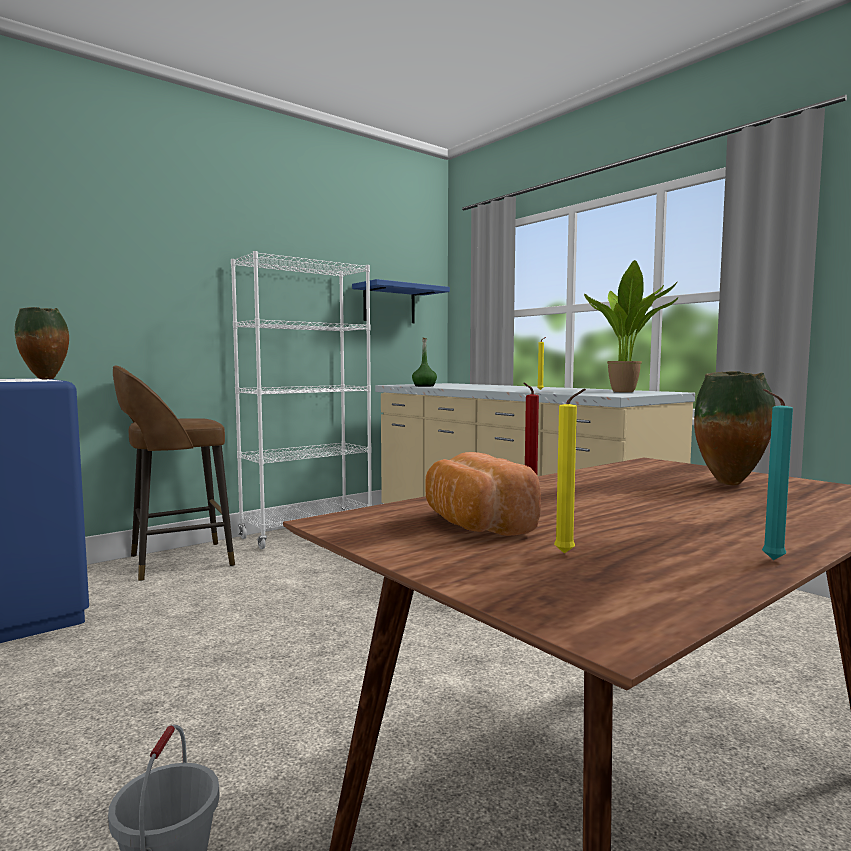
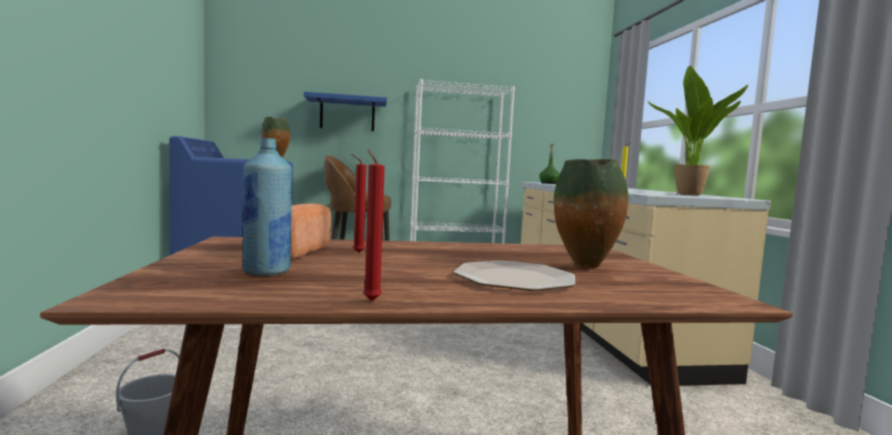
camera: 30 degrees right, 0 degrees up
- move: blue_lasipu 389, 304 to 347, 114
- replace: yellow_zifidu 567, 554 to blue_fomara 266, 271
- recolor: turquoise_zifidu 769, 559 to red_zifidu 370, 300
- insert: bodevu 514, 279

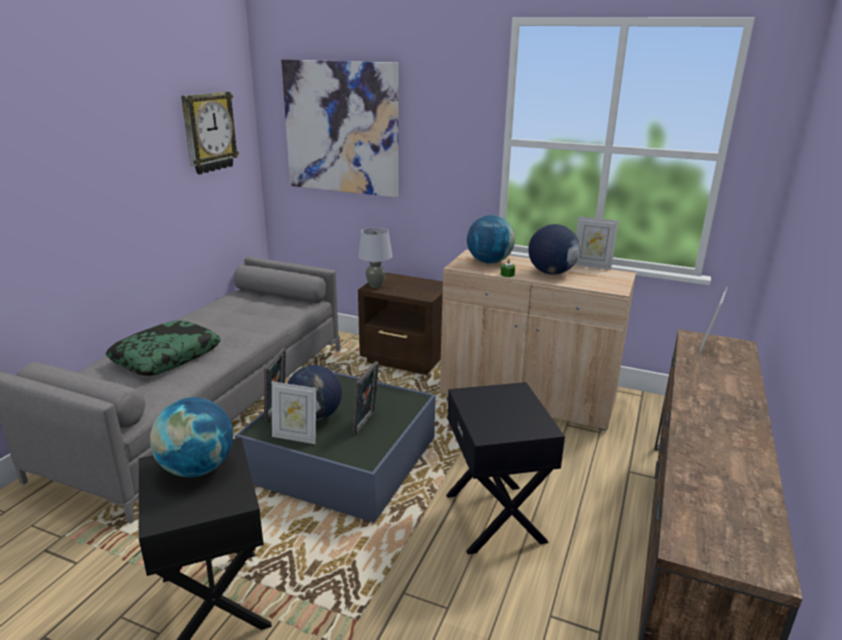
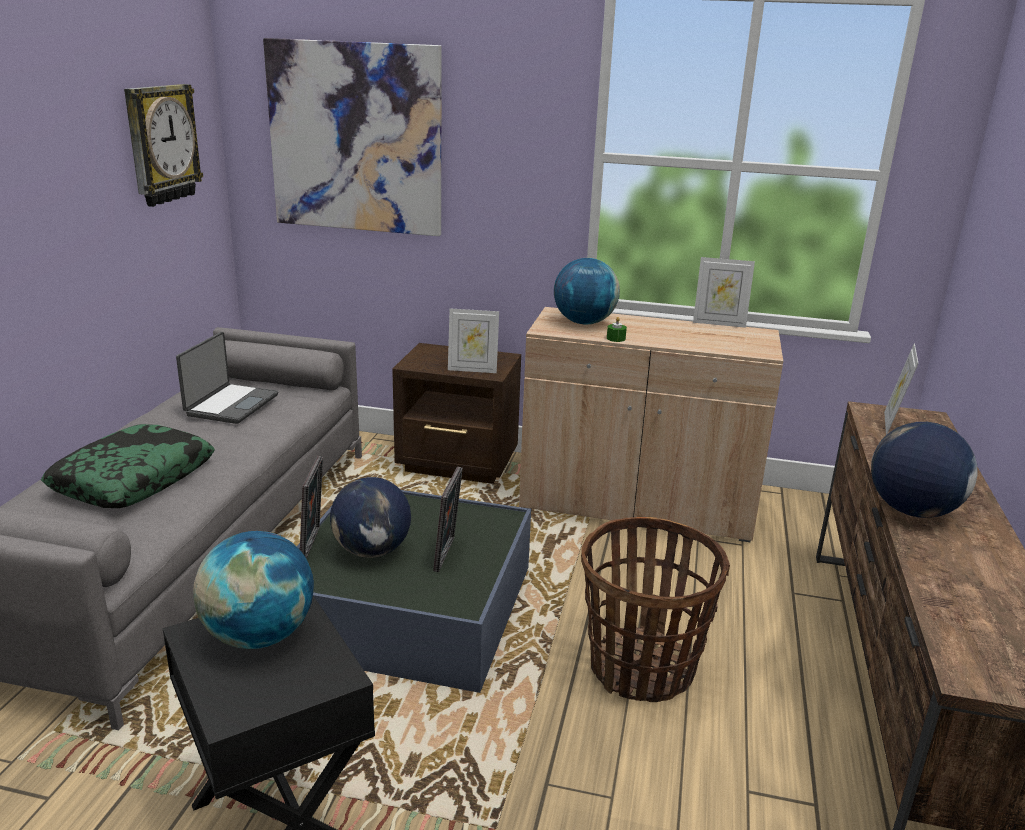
camera: 10 degrees left, 0 degrees up
- move: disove 295, 437 to 472, 369
- delete: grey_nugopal 375, 285
- replace: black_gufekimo 496, 517 to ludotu 641, 669
- move: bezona 551, 273 to 912, 511
- insert: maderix 231, 405

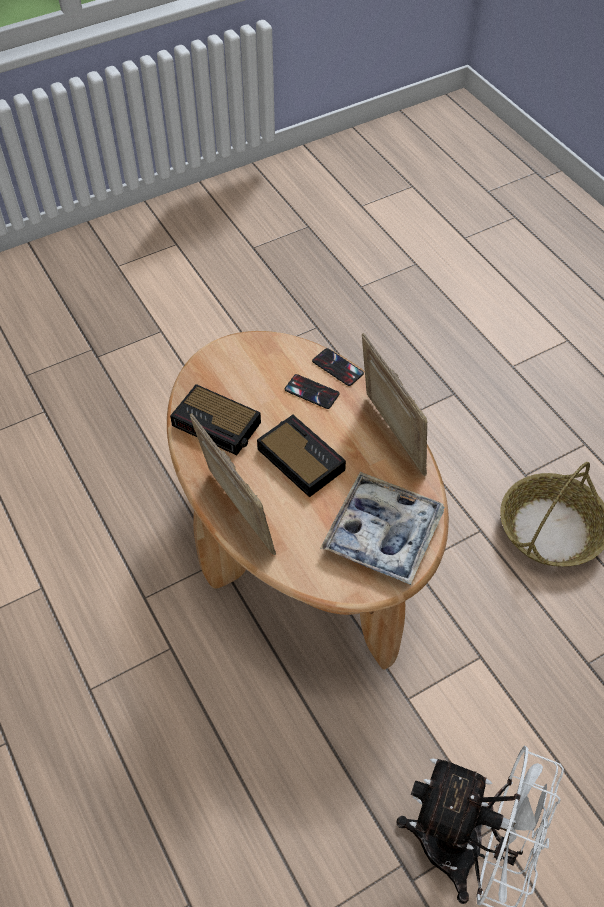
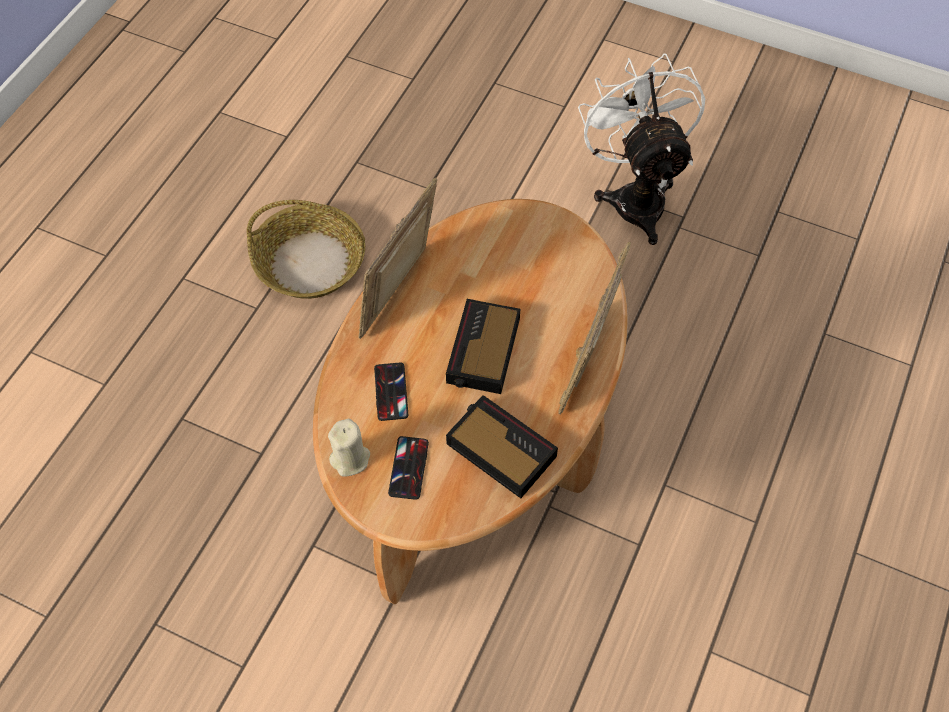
camera: 125 degrees left, 5 degrees up
- rotate: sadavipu 218, 425 = 499, 449 45 degrees counterclockwise
- move: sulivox 337, 367 to 409, 468
- delete: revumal 382, 534
- insert: beige_zifidu 350, 458

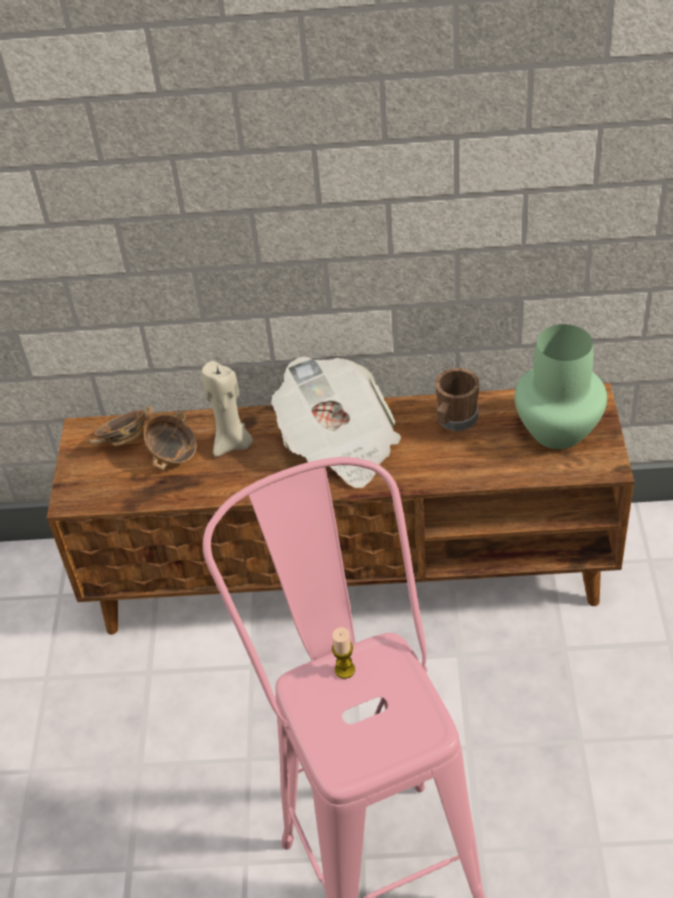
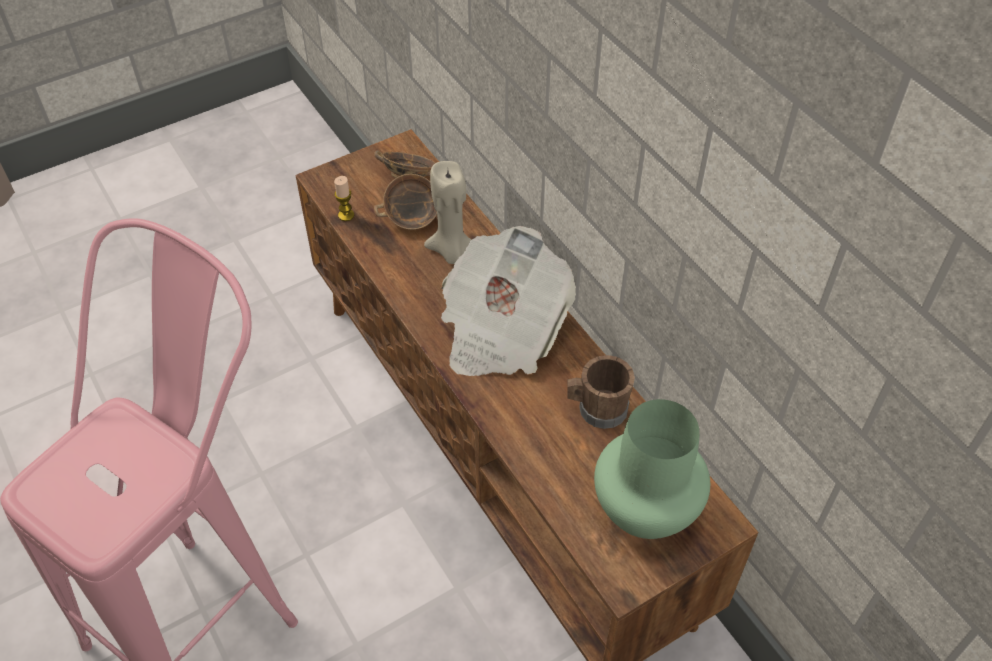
camera: 55 degrees right, 5 degrees up
- move: zifidu 345, 670 to 346, 215

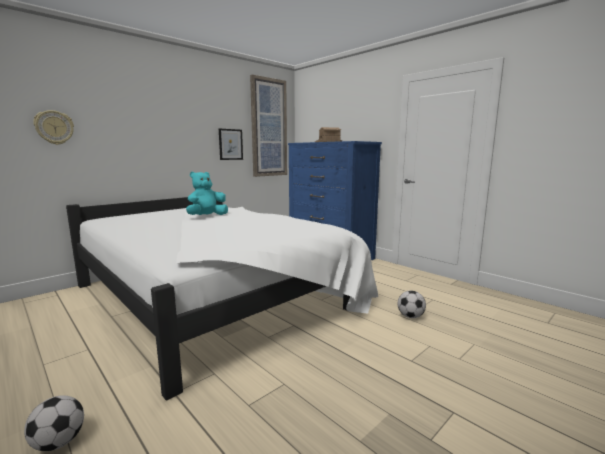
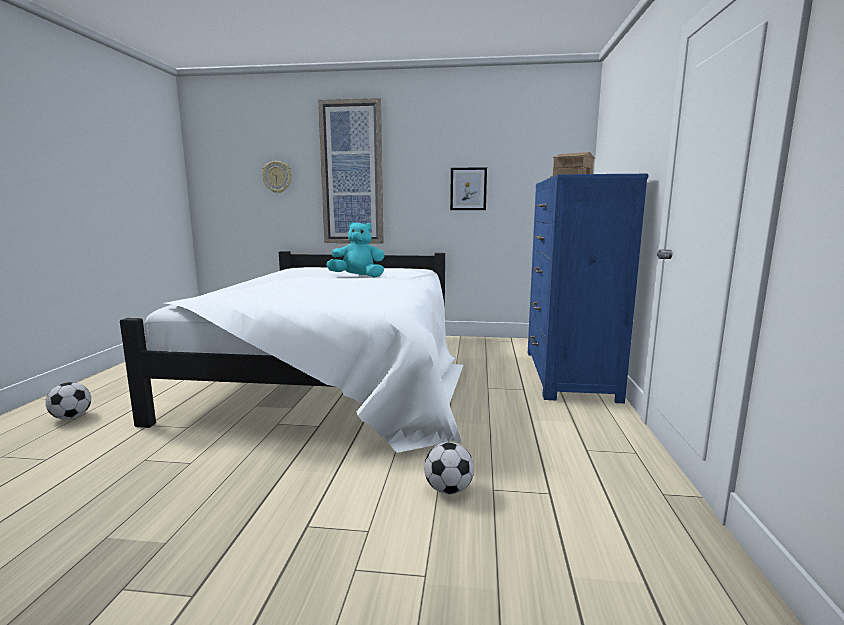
camera: 50 degrees right, 0 degrees up
- move: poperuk 268, 128 to 352, 173

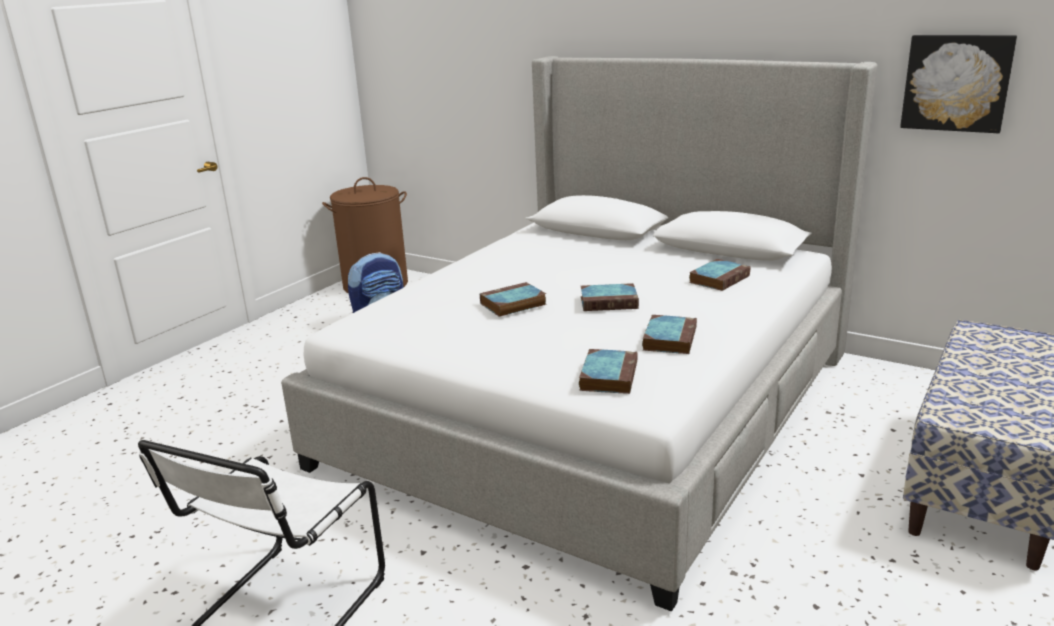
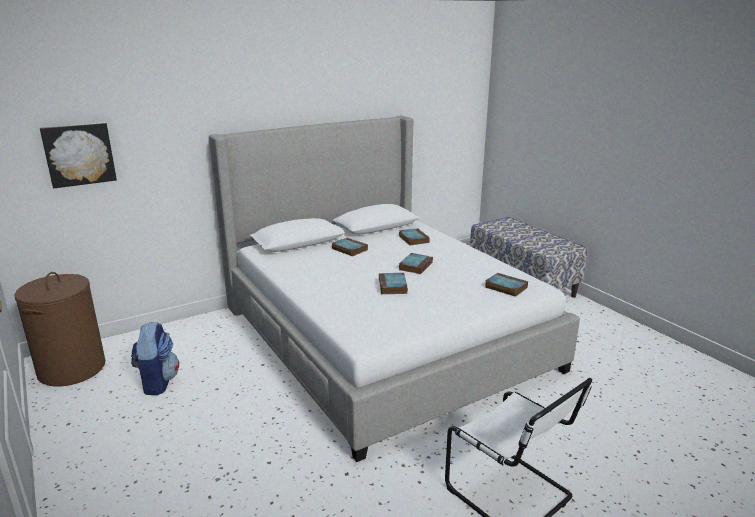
camera: 65 degrees left, 0 degrees up
- move: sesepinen 669, 339 to 348, 249
- move: poperuk 956, 83 to 79, 154

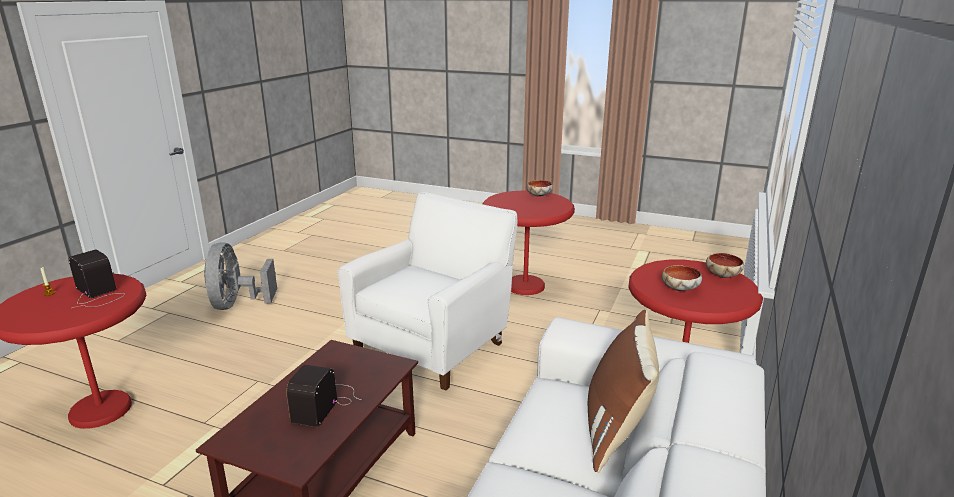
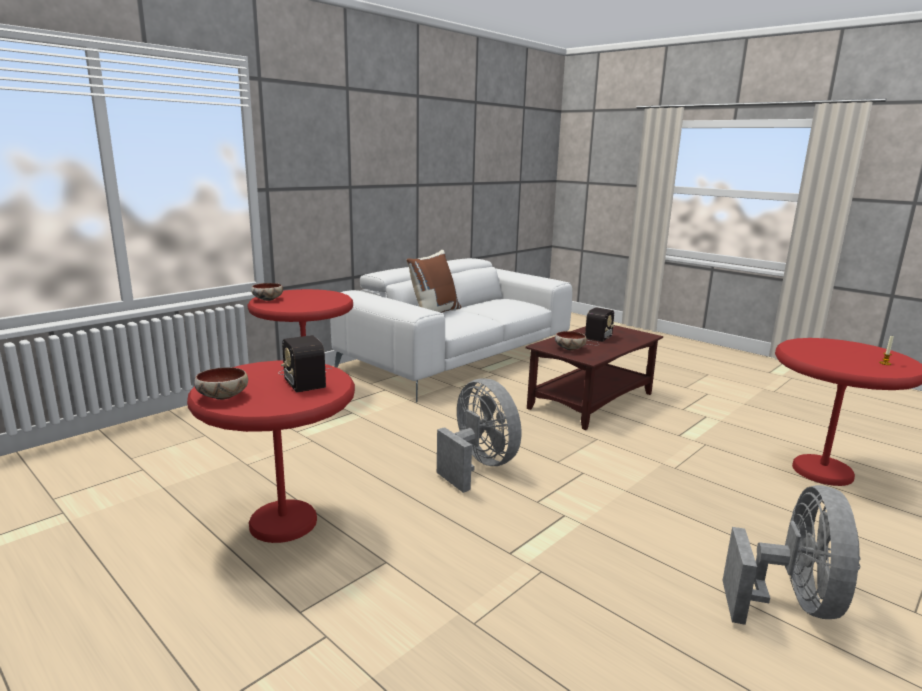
camera: 160 degrees left, 5 degrees down
- move: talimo 98, 294 to 303, 377
- replace: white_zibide 434, 344 to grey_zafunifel 478, 466
- move: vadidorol 680, 288 to 569, 349

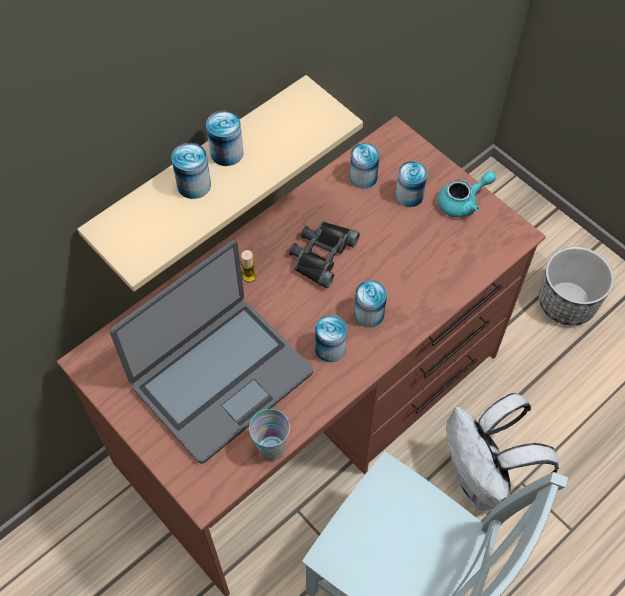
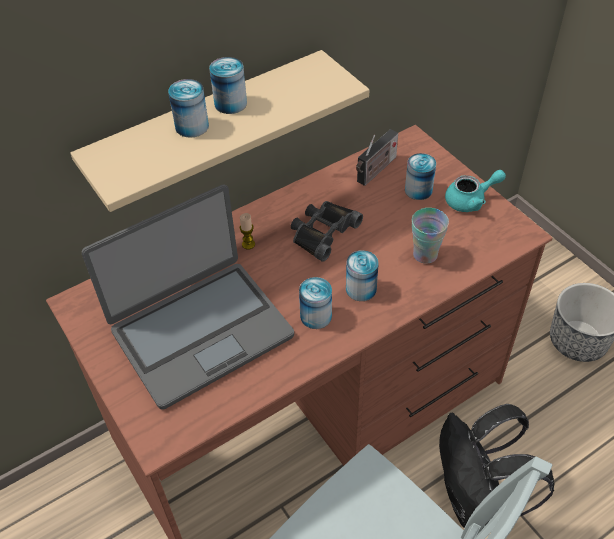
camera: 10 degrees right, 10 degrees down
- move: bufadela 271, 448 to 425, 255
- replace: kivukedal 363, 177 to talimo 375, 171
- recolor: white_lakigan 483, 480 to black_lakigan 476, 501

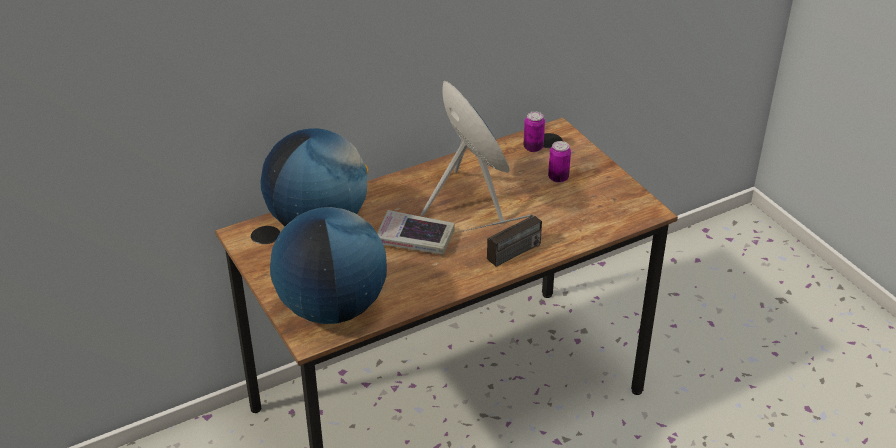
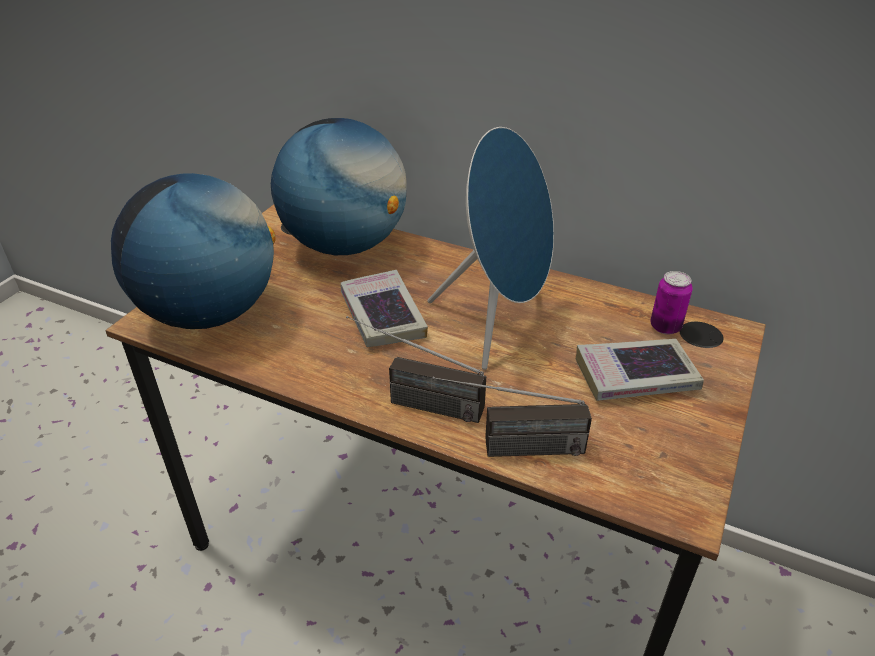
camera: 55 degrees right, 0 degrees up
- replace: kivukedal 558, 178 to sesepinen 635, 376
- insert: talimo 508, 449

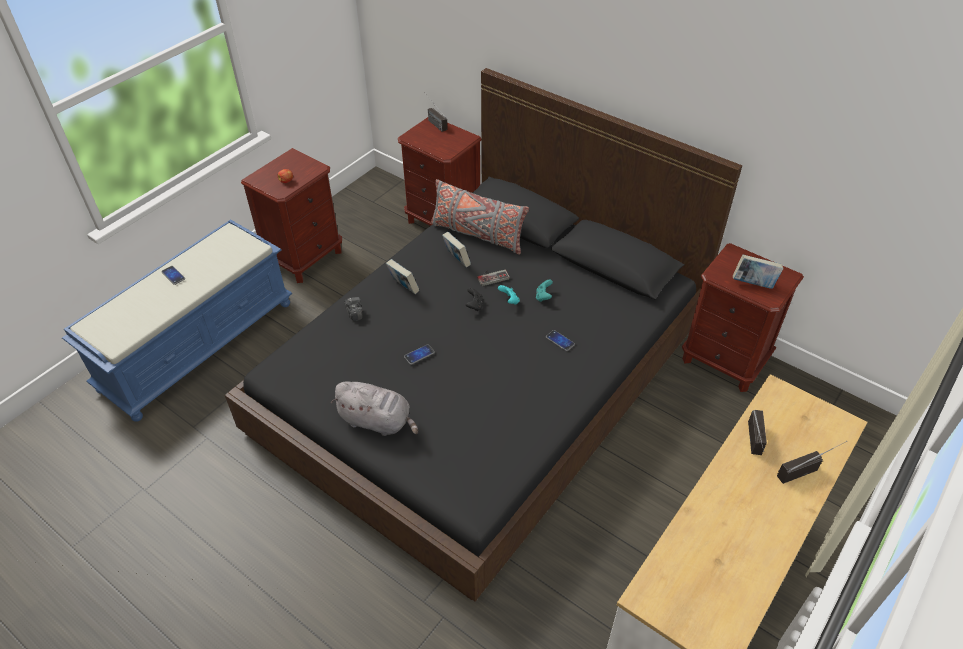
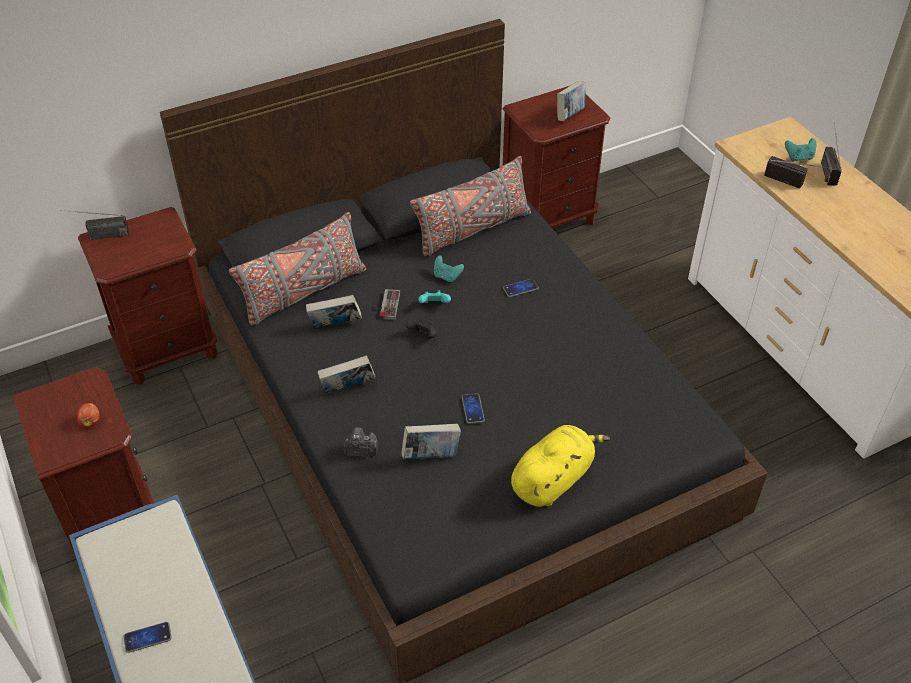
camera: 65 degrees left, 0 degrees up
- recolor: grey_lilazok 378, 421 to yellow_lilazok 553, 479
- insert: sesepinen 431, 455
- insert: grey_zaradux 472, 230
- insert: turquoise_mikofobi 799, 158

